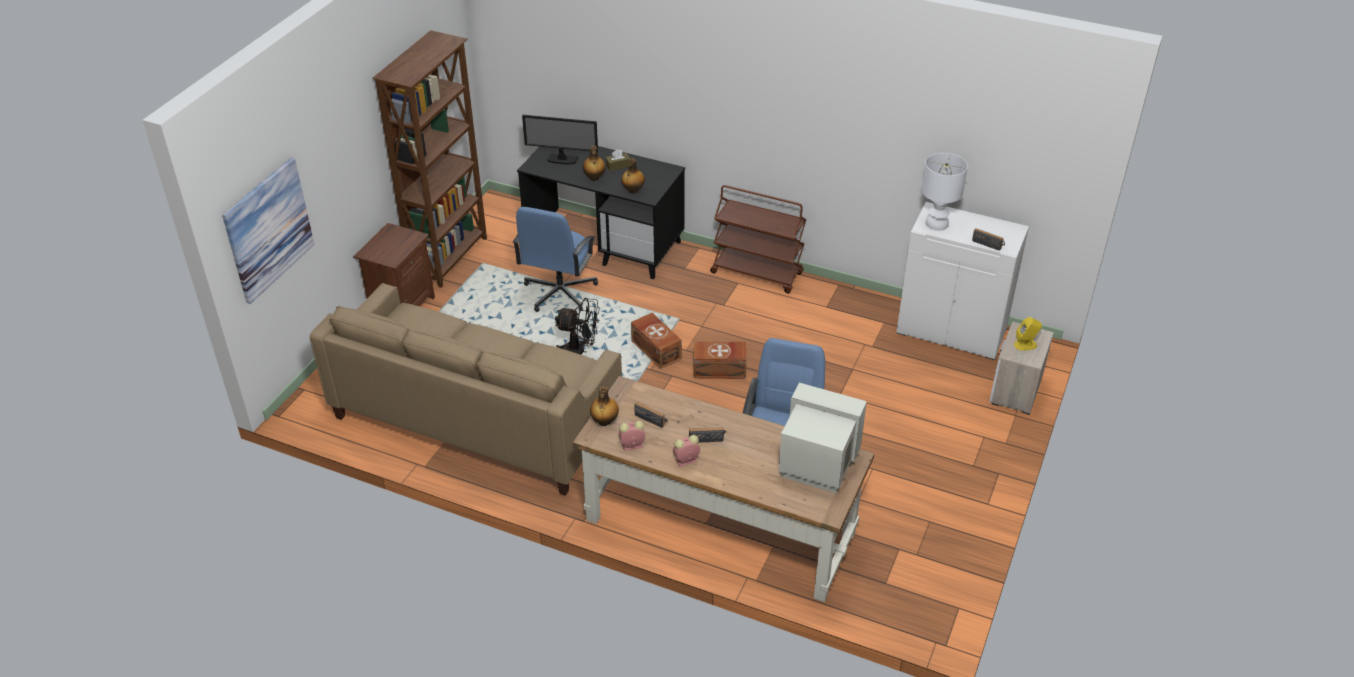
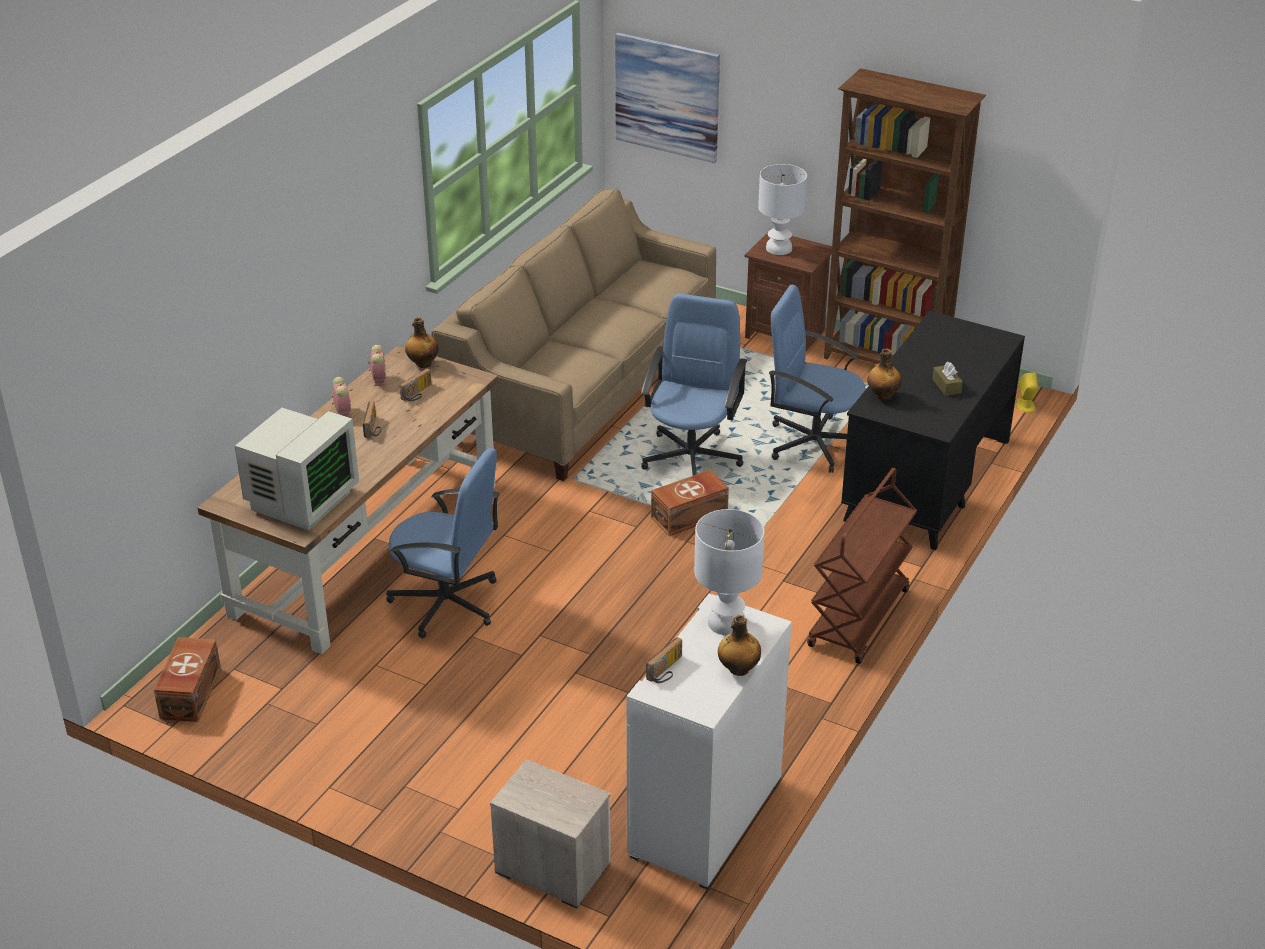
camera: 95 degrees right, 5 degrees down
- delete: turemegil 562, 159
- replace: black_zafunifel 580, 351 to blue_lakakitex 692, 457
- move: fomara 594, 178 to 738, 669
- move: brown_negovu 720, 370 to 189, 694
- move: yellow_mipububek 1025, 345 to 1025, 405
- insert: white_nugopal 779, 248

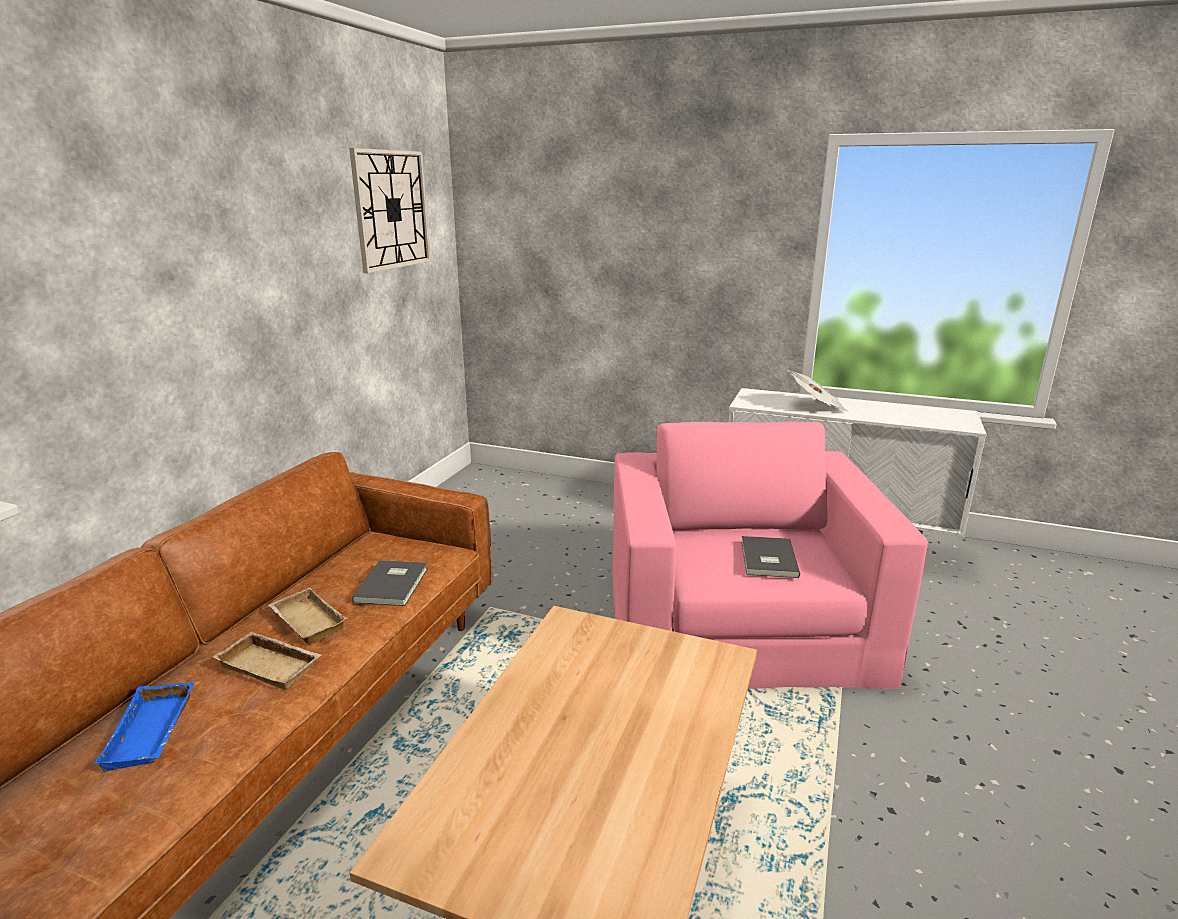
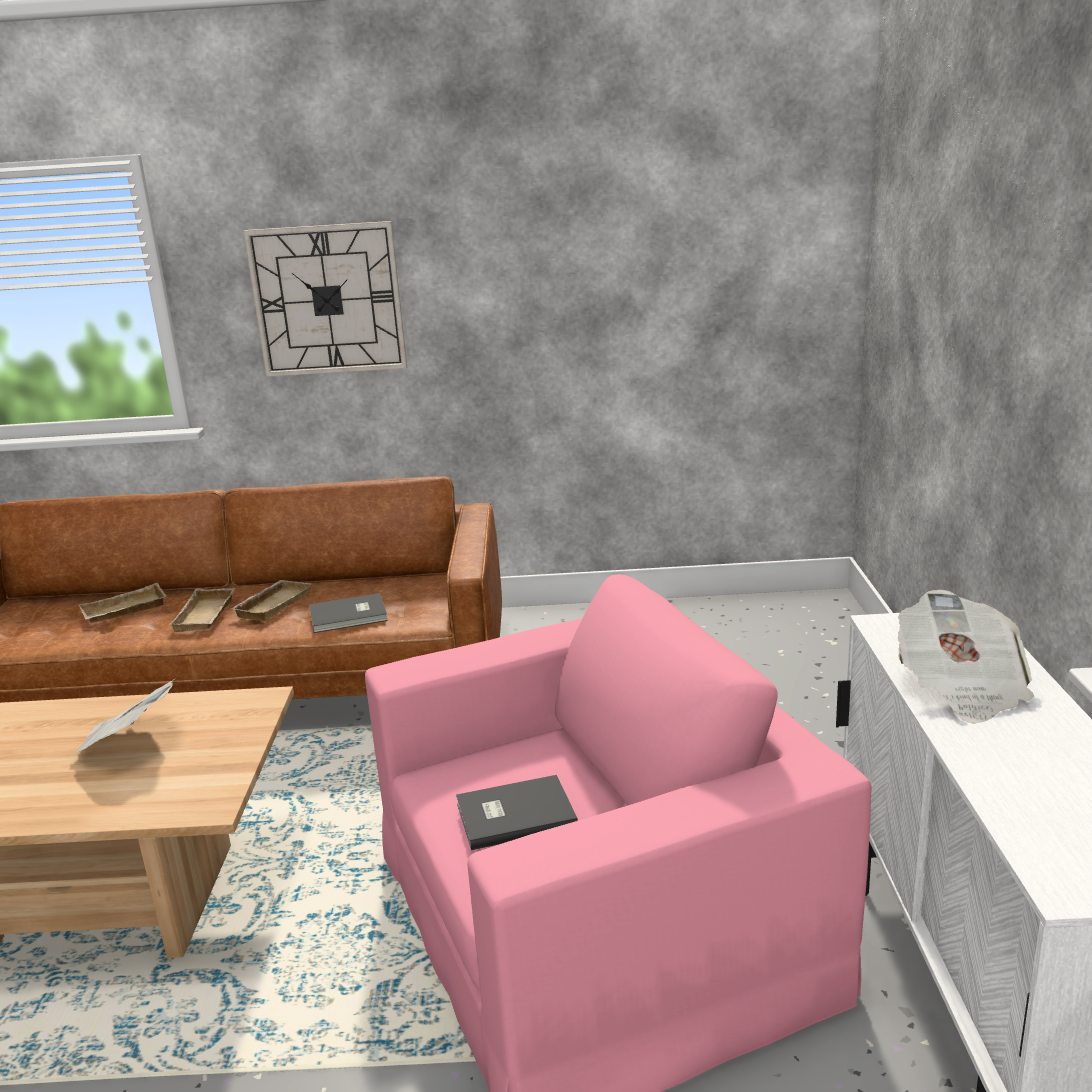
camera: 70 degrees right, 0 degrees up
- recolor: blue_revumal 153, 732 to beige_revumal 124, 611
- move: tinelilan 391, 209 to 328, 300
- insert: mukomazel 130, 742

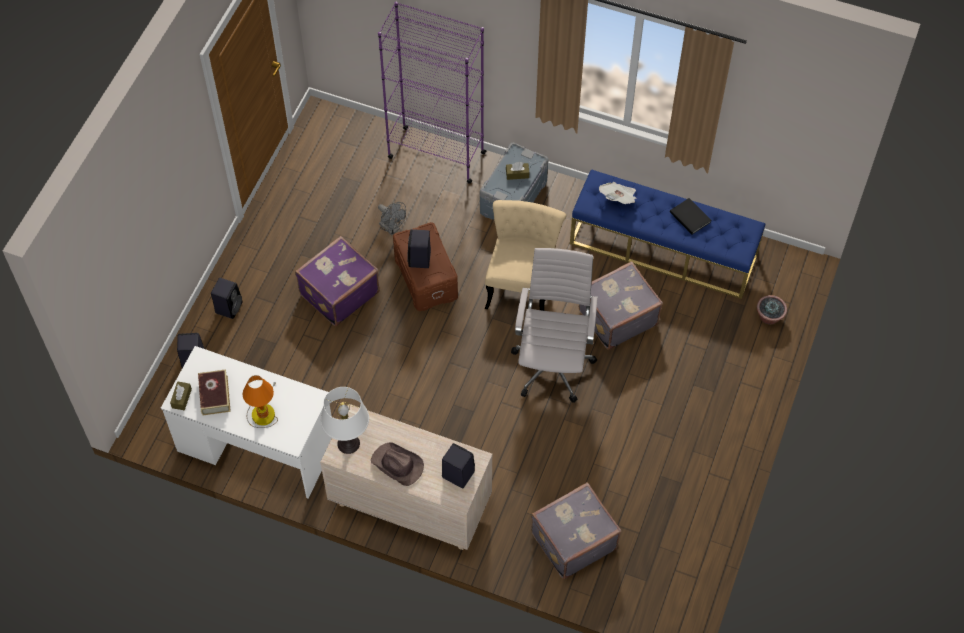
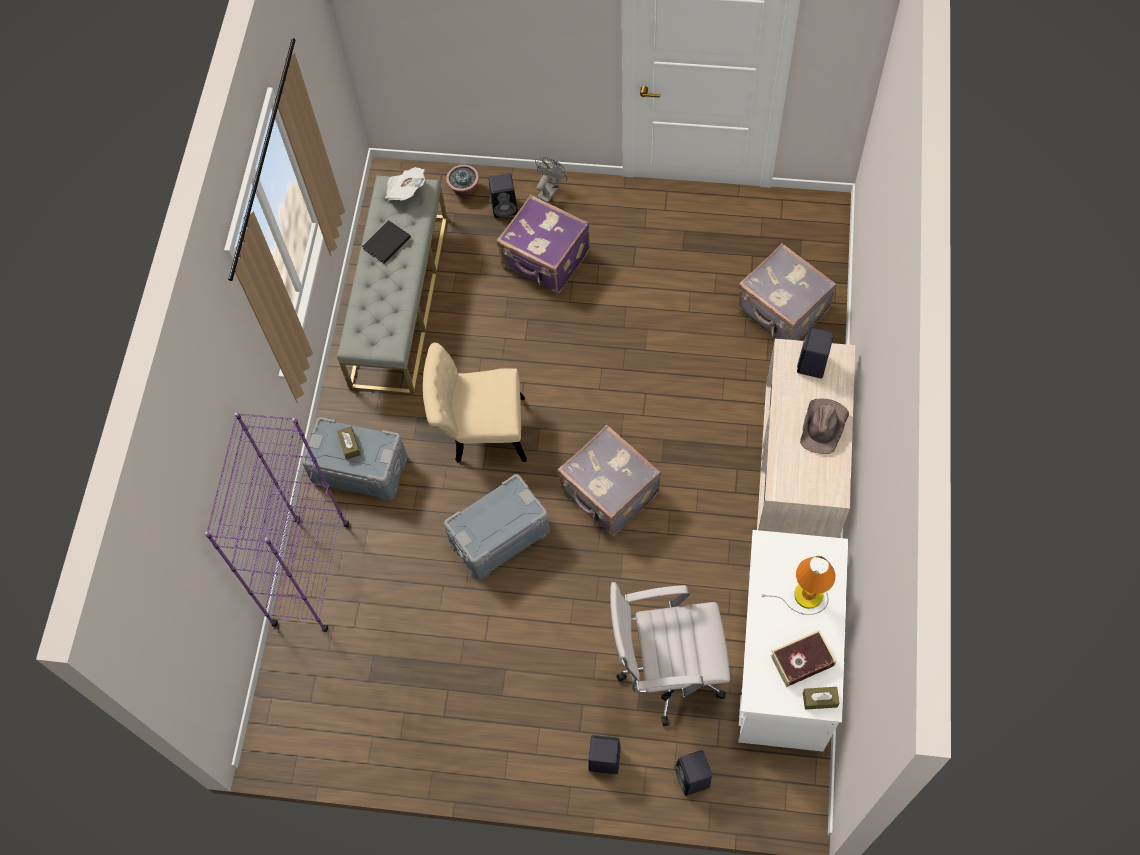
camera: 100 degrees left, 5 degrees up
- move: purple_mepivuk 338, 293 to 545, 260
- delete: white_nugopal 348, 443
- move: grey_zafunifel 392, 228 to 549, 190
- recolor: brown_negovu 426, 277 to grey_negovu 499, 536
- move: black_mipububek 419, 259 to 505, 207
- move: white_lakakitex 553, 363 to 666, 671
- recolor: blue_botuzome 663, 249 to grey_botuzome 399, 300
- move: grey_mepivuk 616, 317 to 609, 494
- move: mukomazel 618, 199 to 406, 191

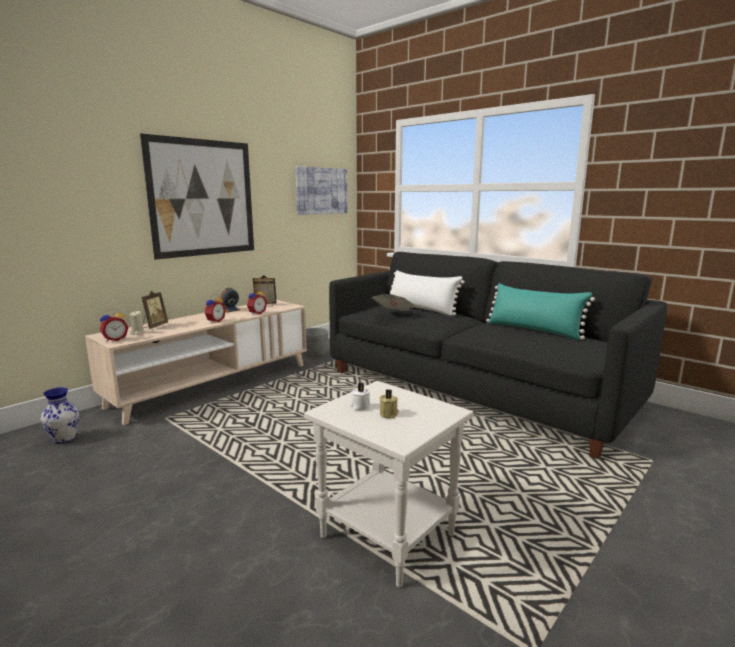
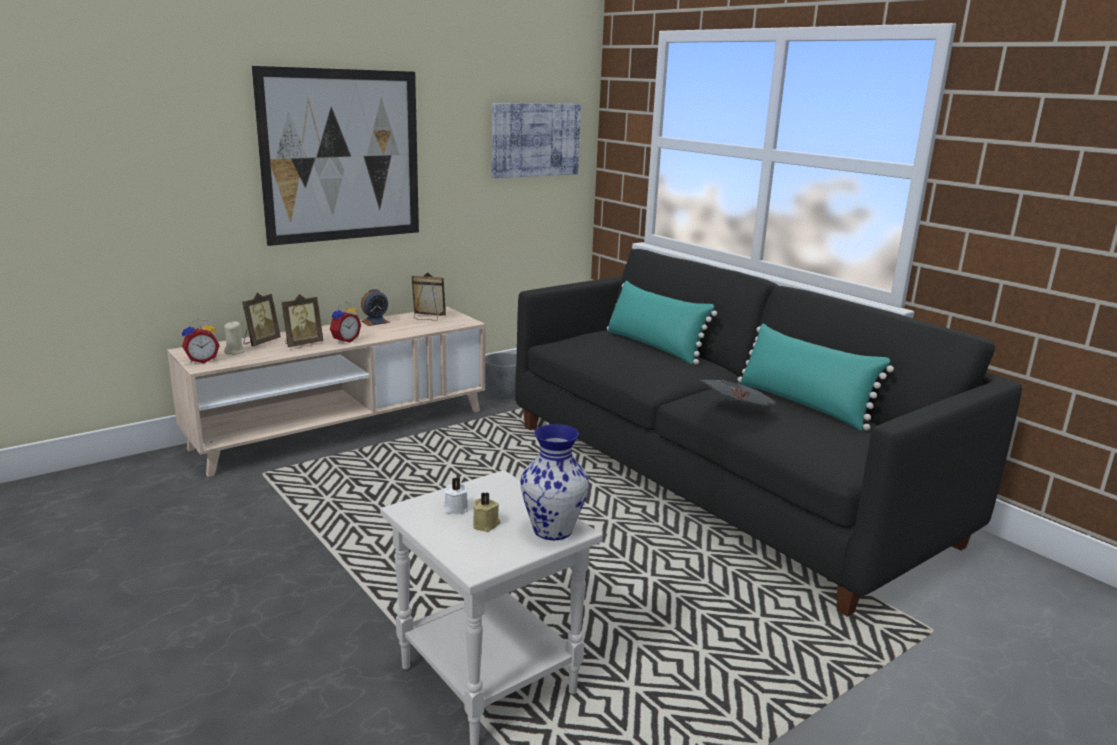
camera: 10 degrees right, 5 degrees up
- move: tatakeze 63, 439 to 552, 531
- delete: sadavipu 256, 313
- move: mukomazel 394, 314 to 738, 413
- recolor: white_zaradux 421, 309 to turquoise_zaradux 654, 346
- insert: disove 302, 344

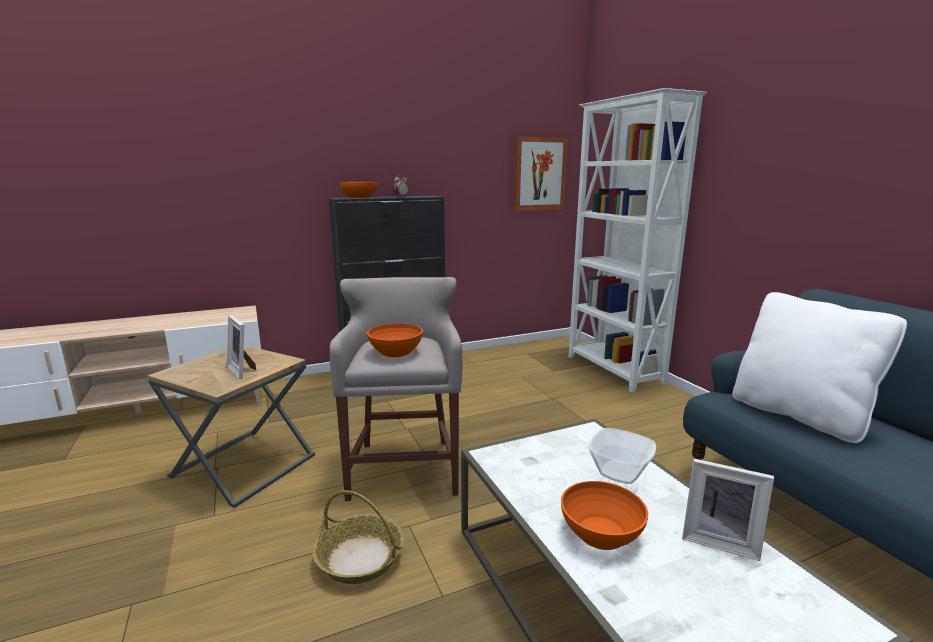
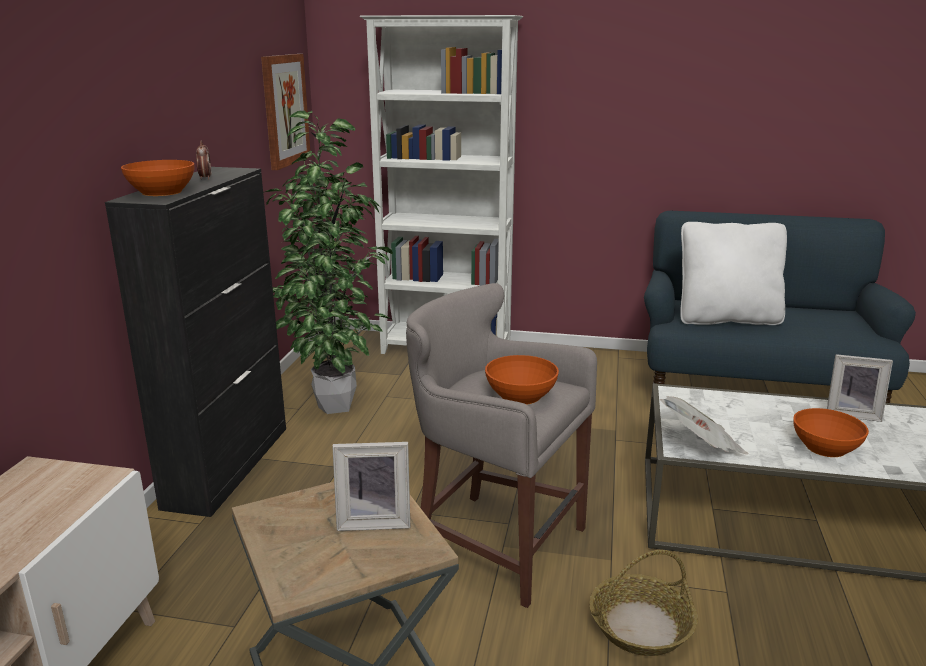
camera: 55 degrees left, 5 degrees up
- delete: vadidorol 620, 473
- rotate: disove 719, 540 = 851, 414 45 degrees clockwise
- insert: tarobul 336, 404
- insert: mukomazel 701, 446

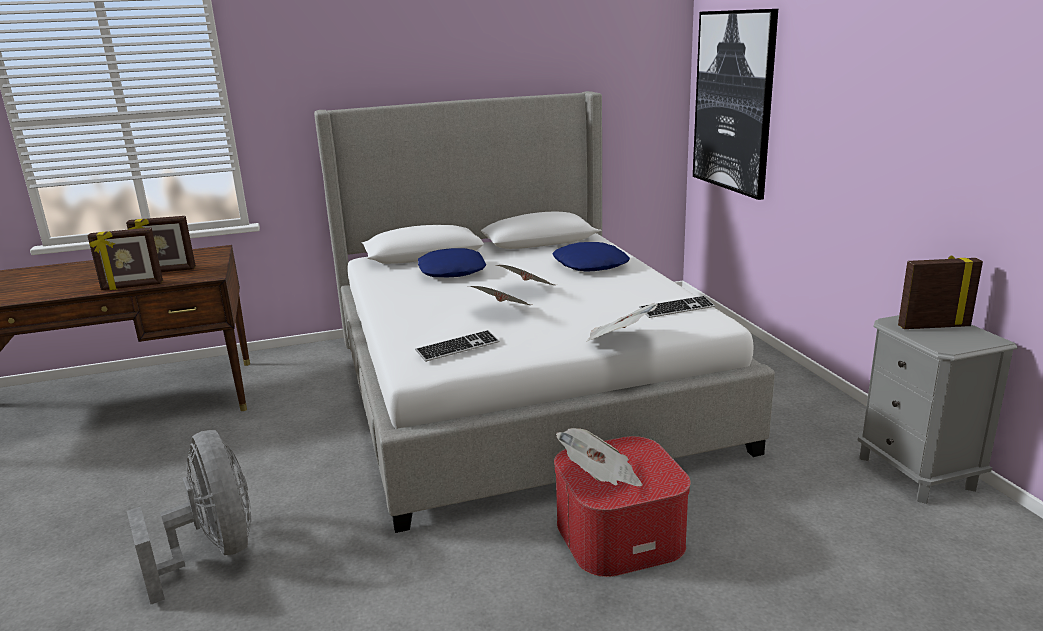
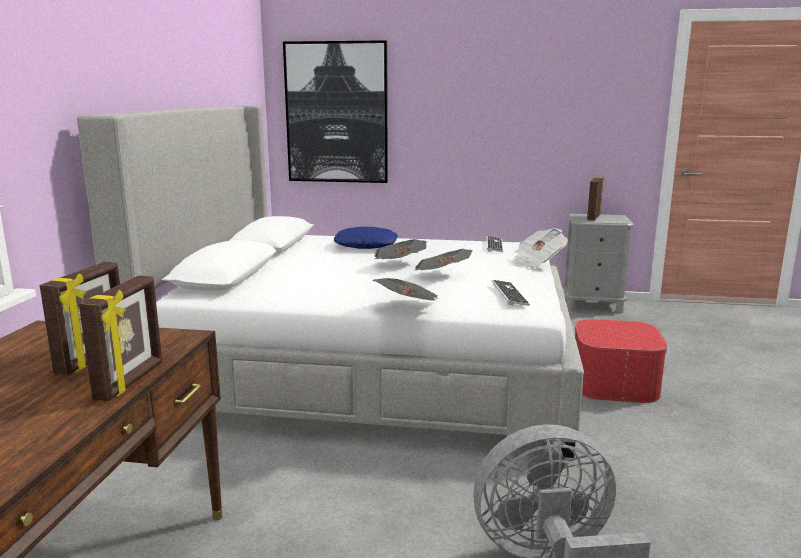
camera: 65 degrees left, 5 degrees down
- delete: blue_zaradux 451, 271
- move: mukomazel 600, 477 to 409, 307

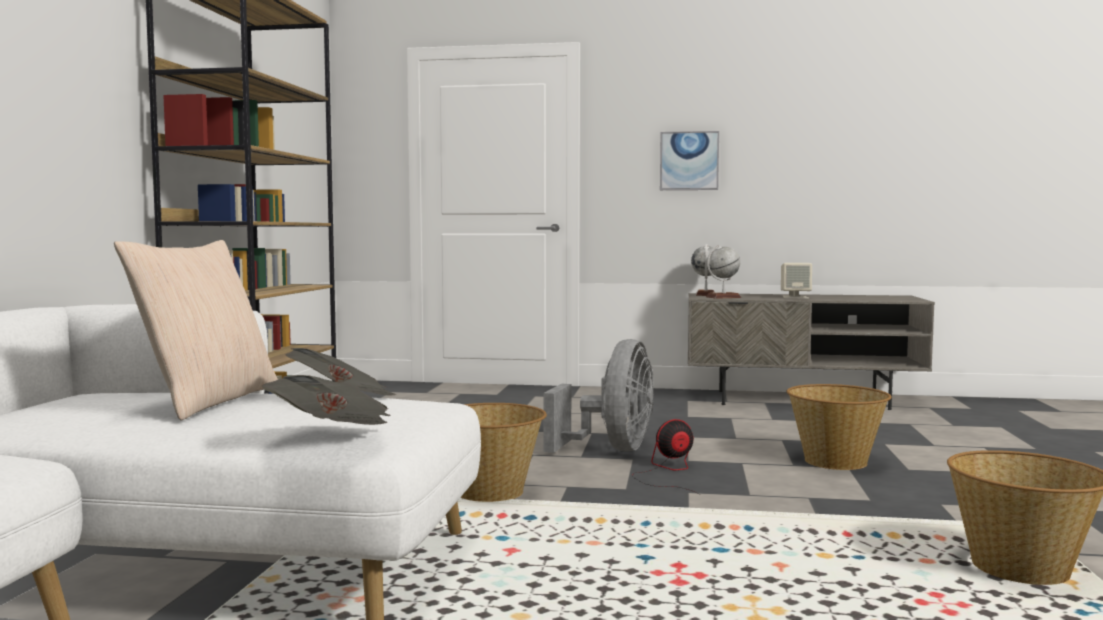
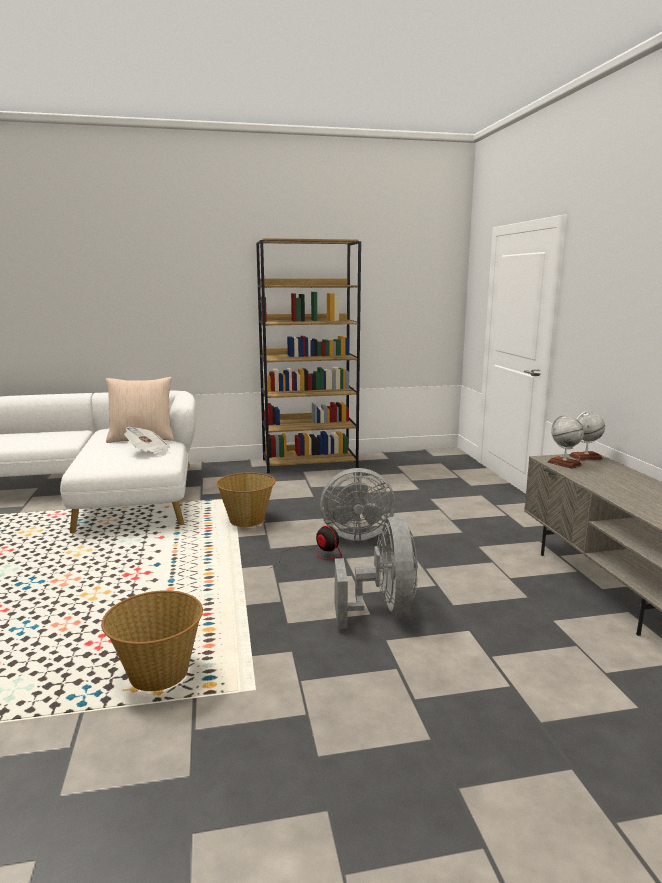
camera: 70 degrees right, 10 degrees up
- delete: mukomazel 334, 437
- delete: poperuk 689, 161
- delete: beige_mipububek 795, 297
- replace: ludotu 835, 462 to grey_zafunifel 383, 608

